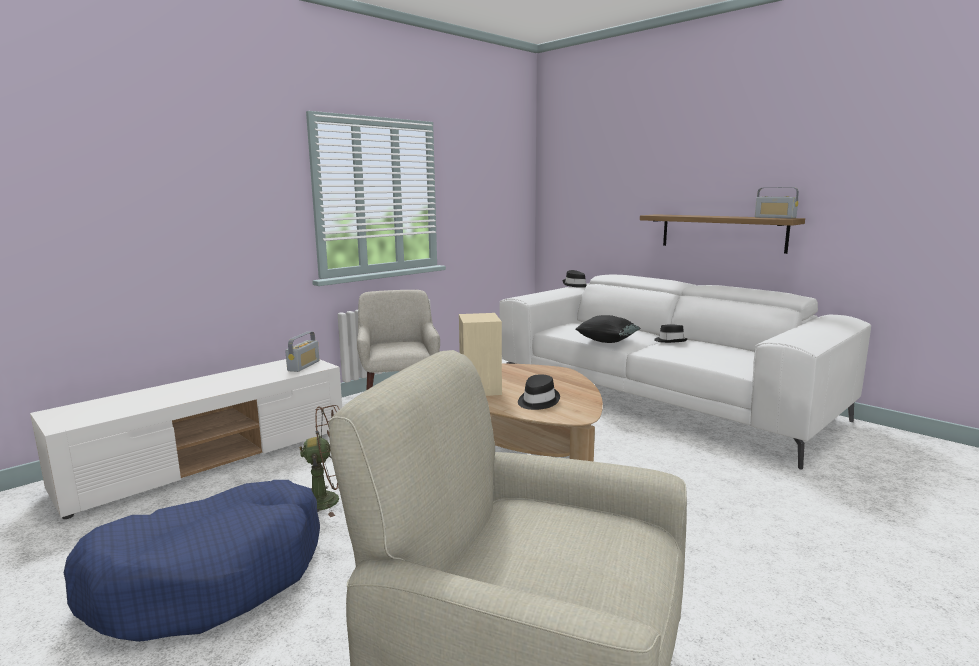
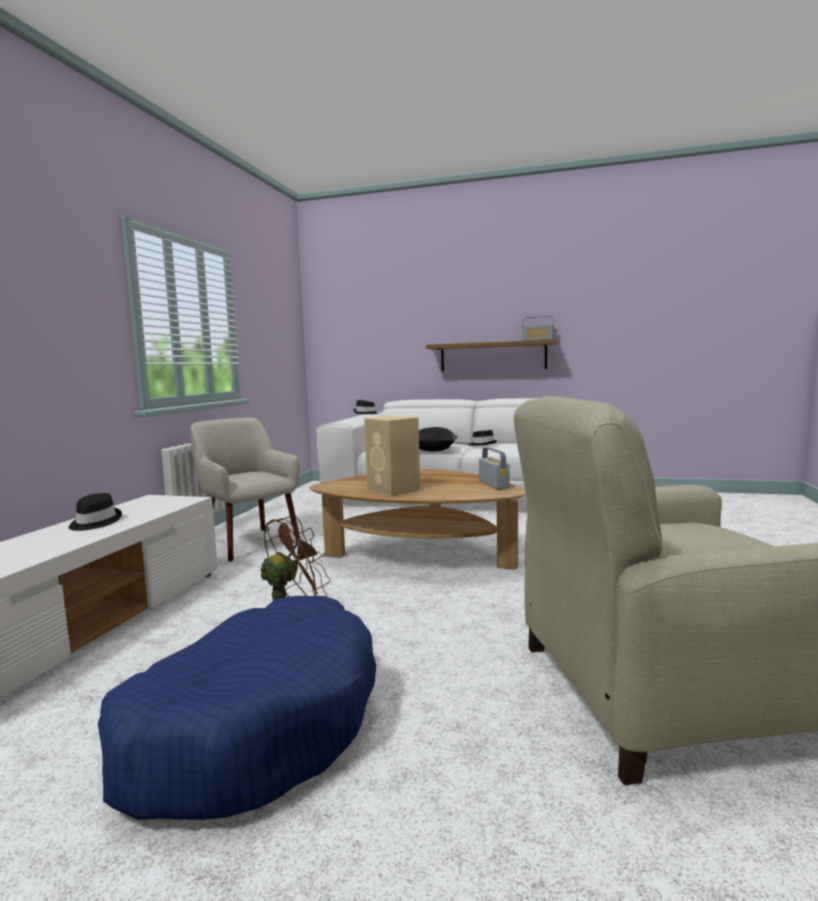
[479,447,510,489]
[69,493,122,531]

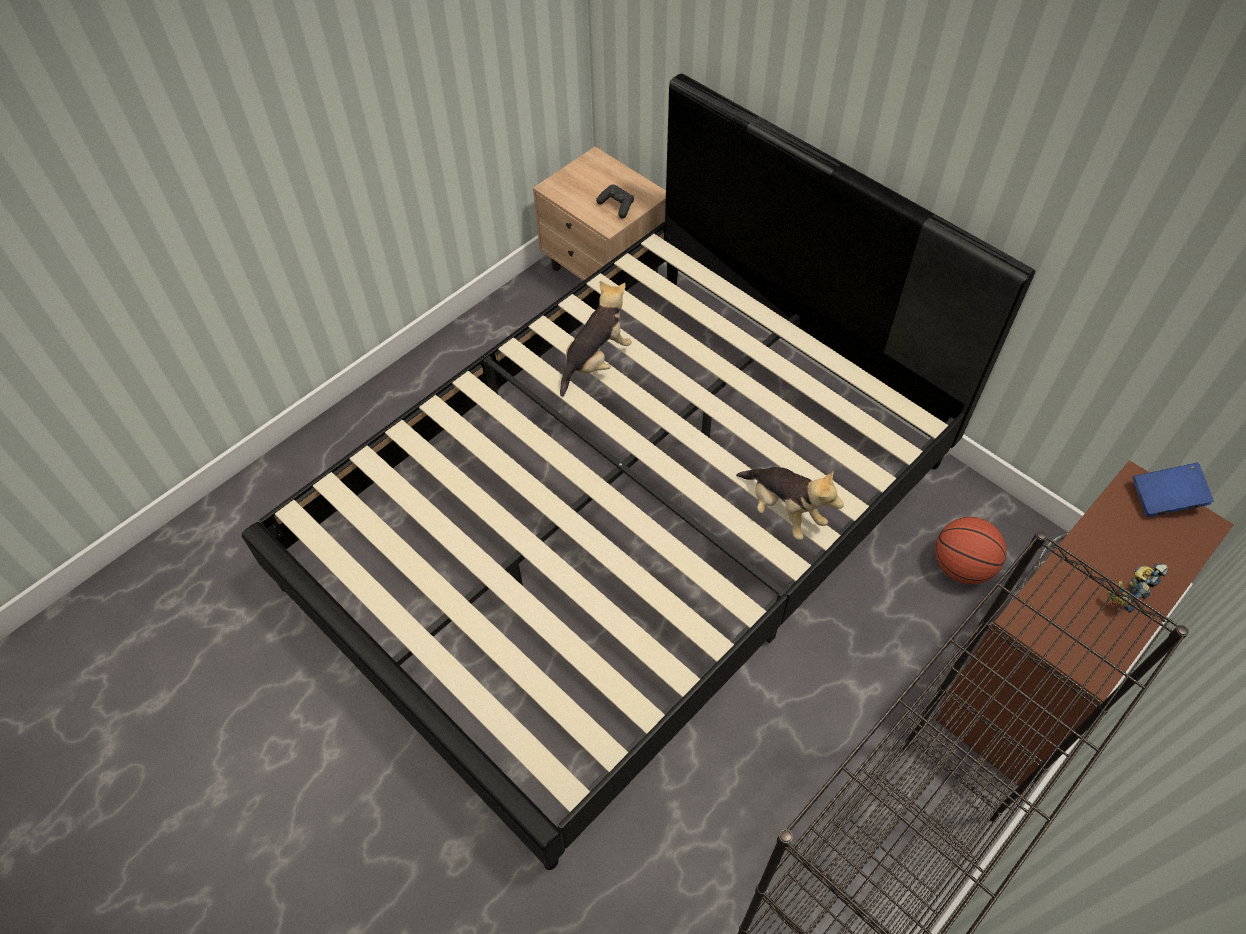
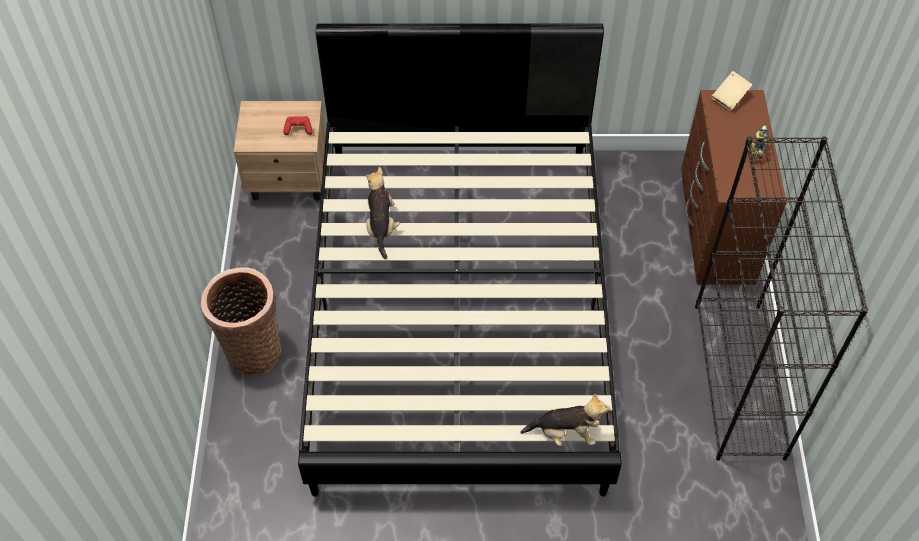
[283,116,313,135]
[711,71,752,111]
[521,393,611,446]
[935,517,1006,584] (first image)
[201,268,281,376]

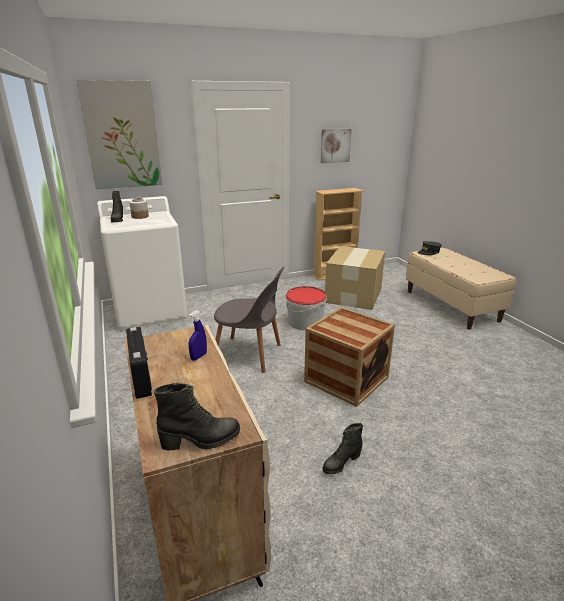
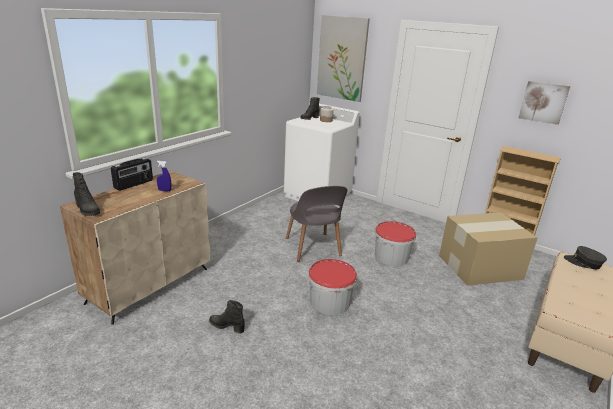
[308,259,357,315]

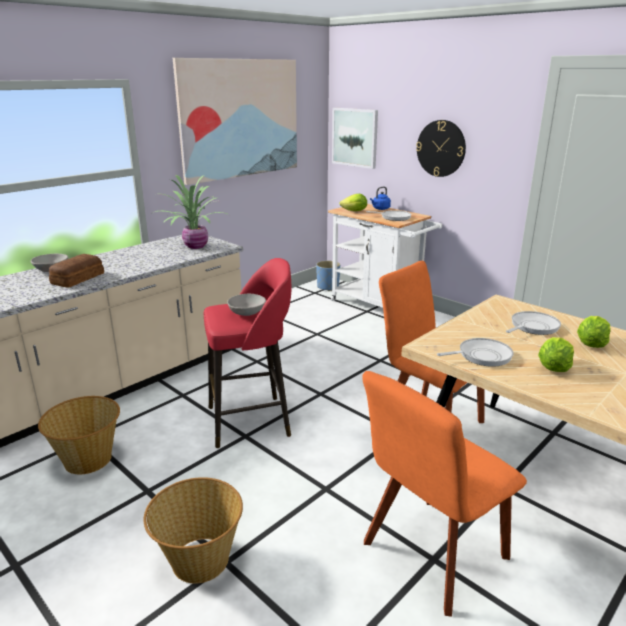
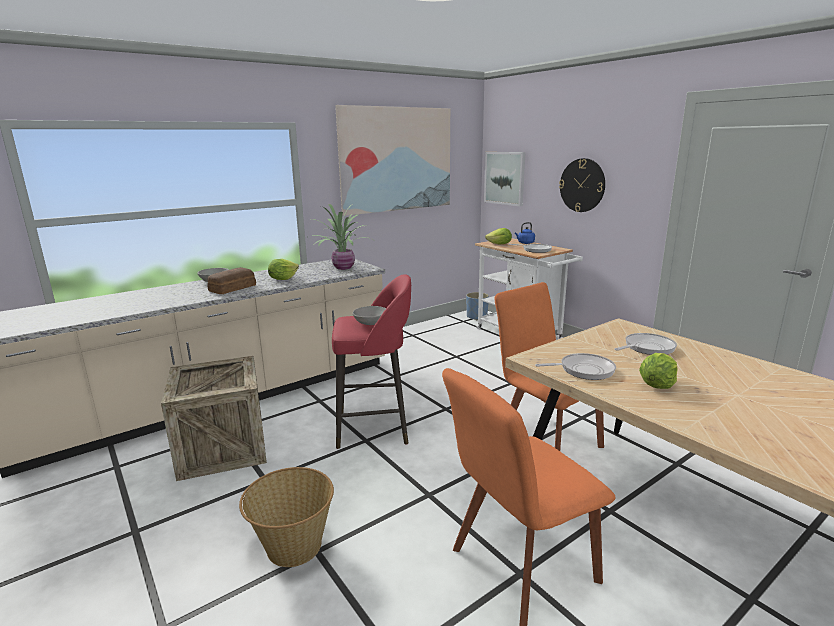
[268,259,299,280]
[161,356,267,481]

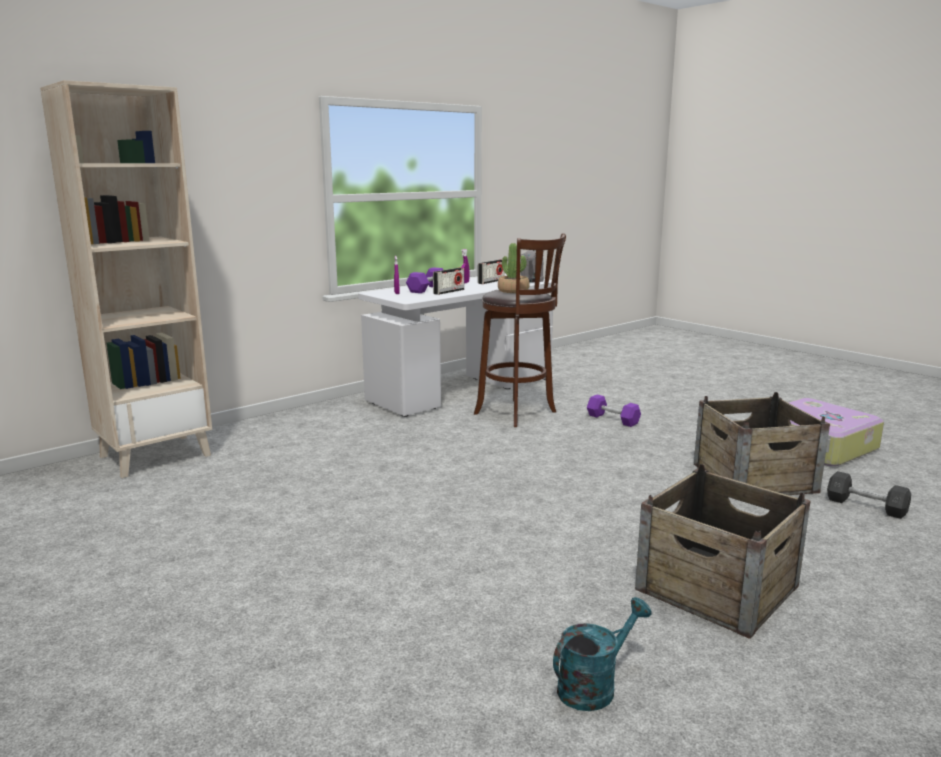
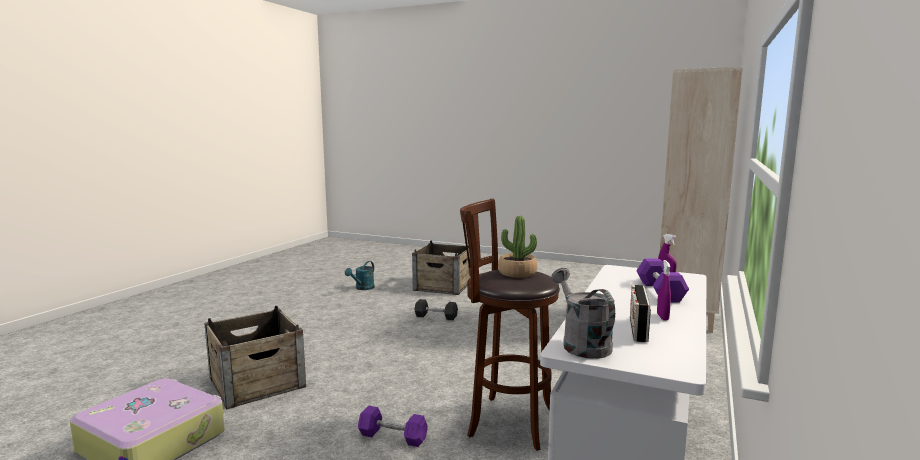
[433,268,464,295] (first image)
[412,241,471,295]
[414,299,458,320]

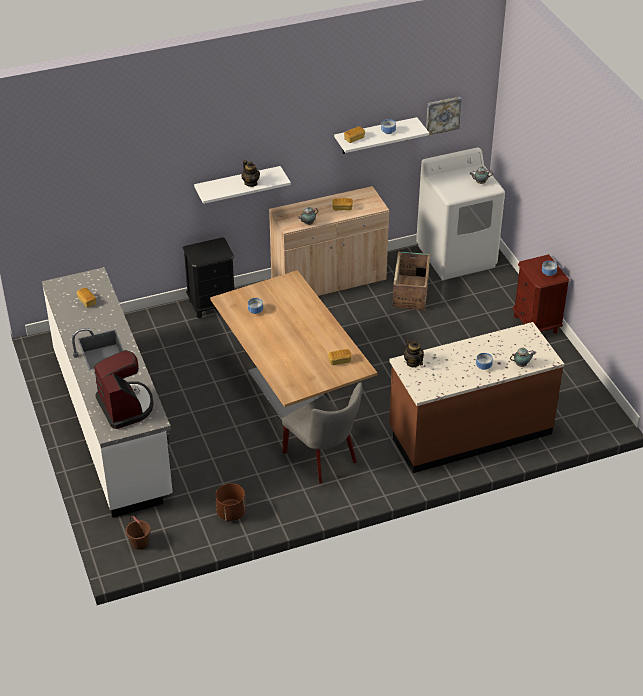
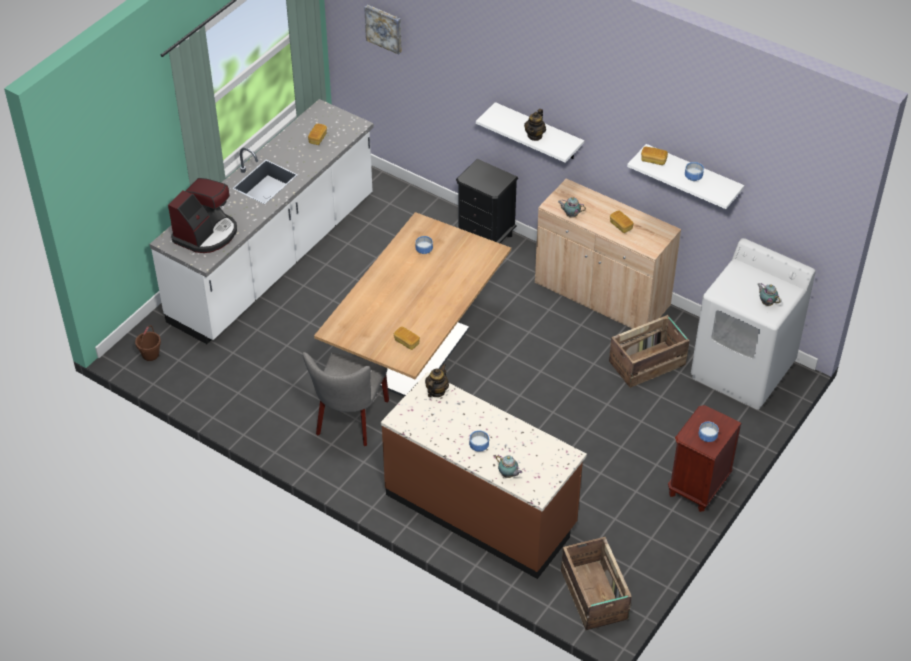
[364,5,402,55]
[215,483,246,521] (first image)
[561,537,632,630]

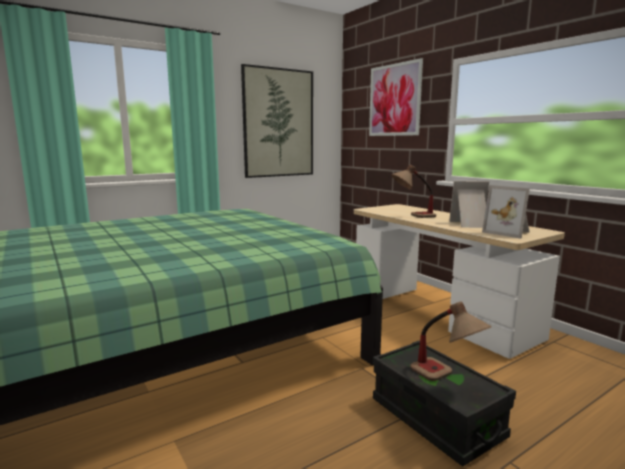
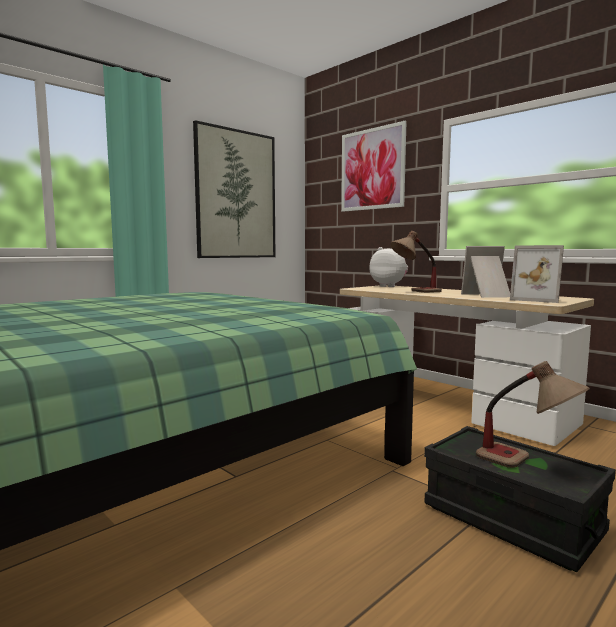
[369,247,408,287]

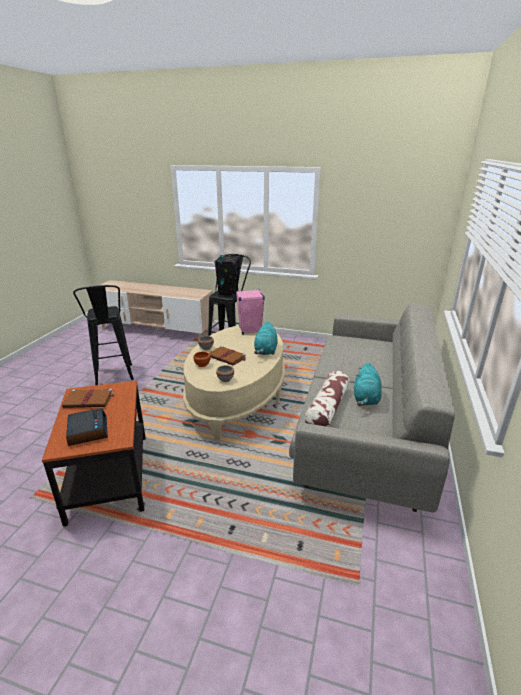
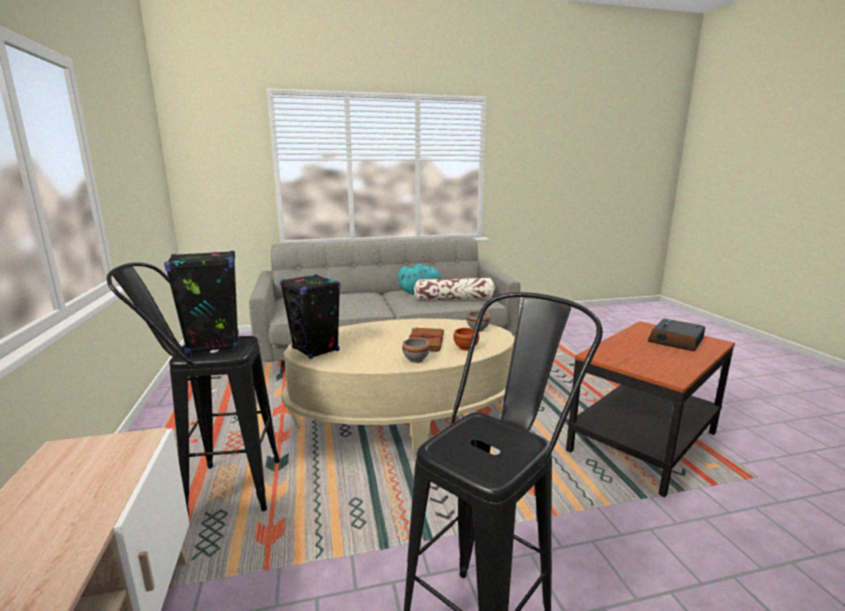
[280,274,340,359]
[254,321,278,355] (first image)
[62,389,115,408] (first image)

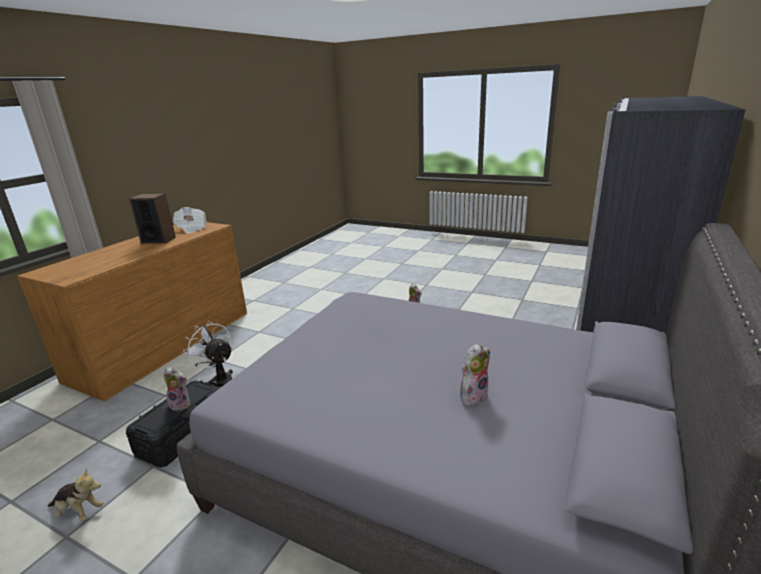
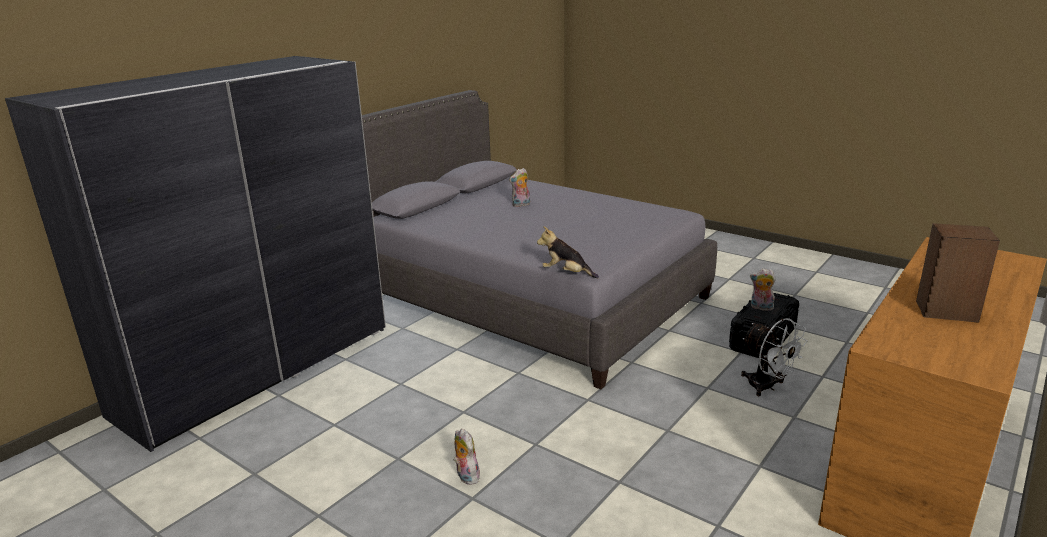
[173,207,206,233] (first image)
[537,226,599,279]

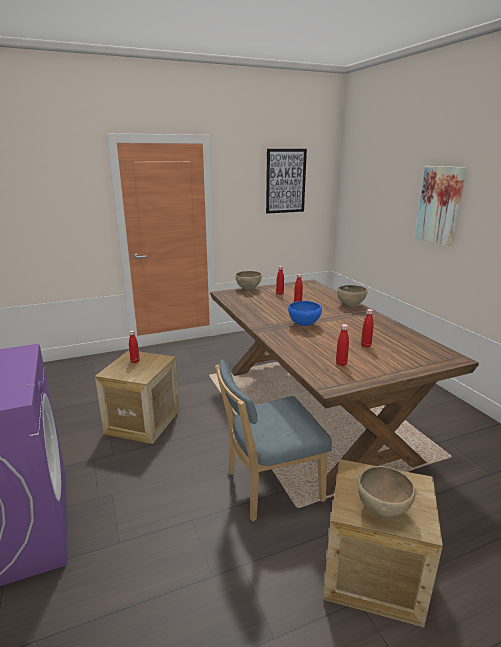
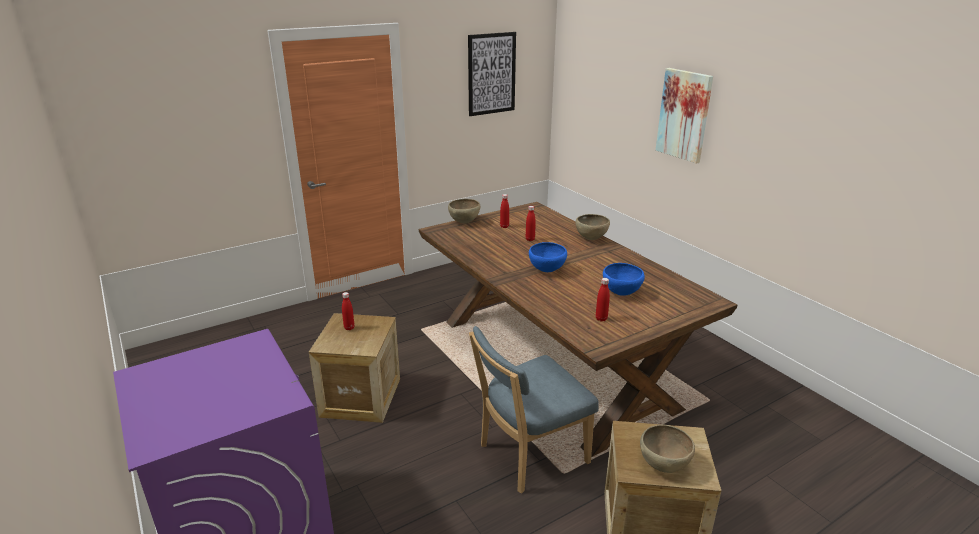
[603,263,645,296]

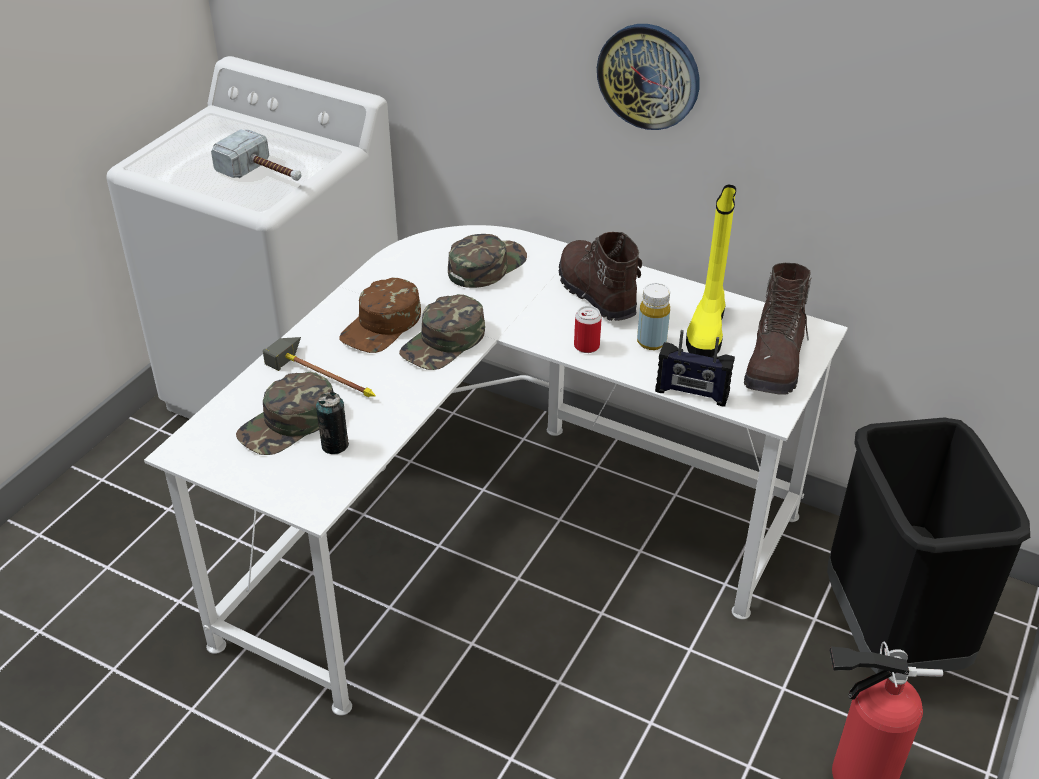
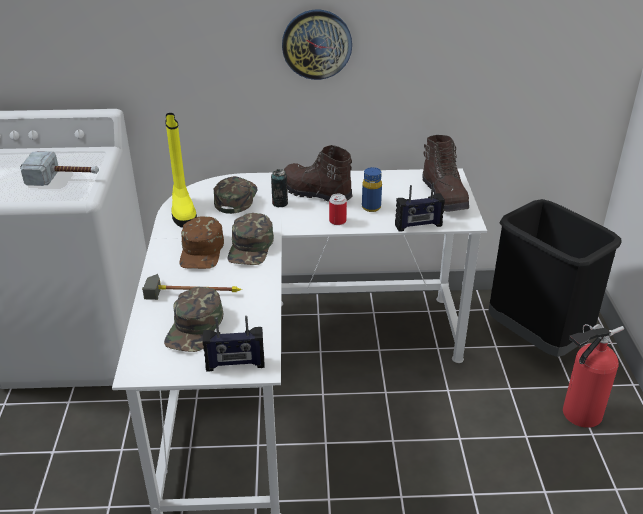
[165,113,197,228]
[362,167,382,212]
[271,169,288,207]
[203,316,265,372]

